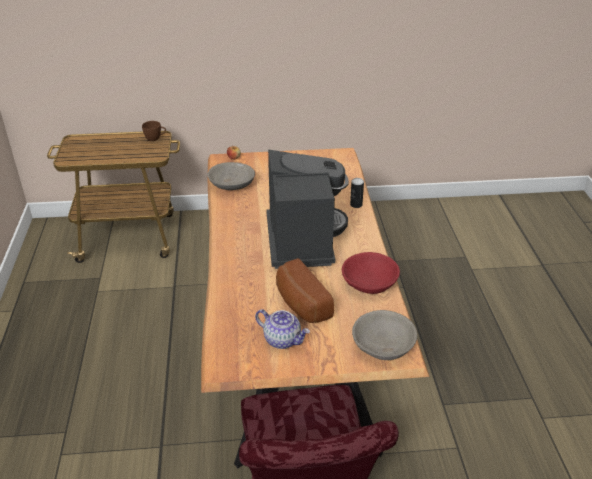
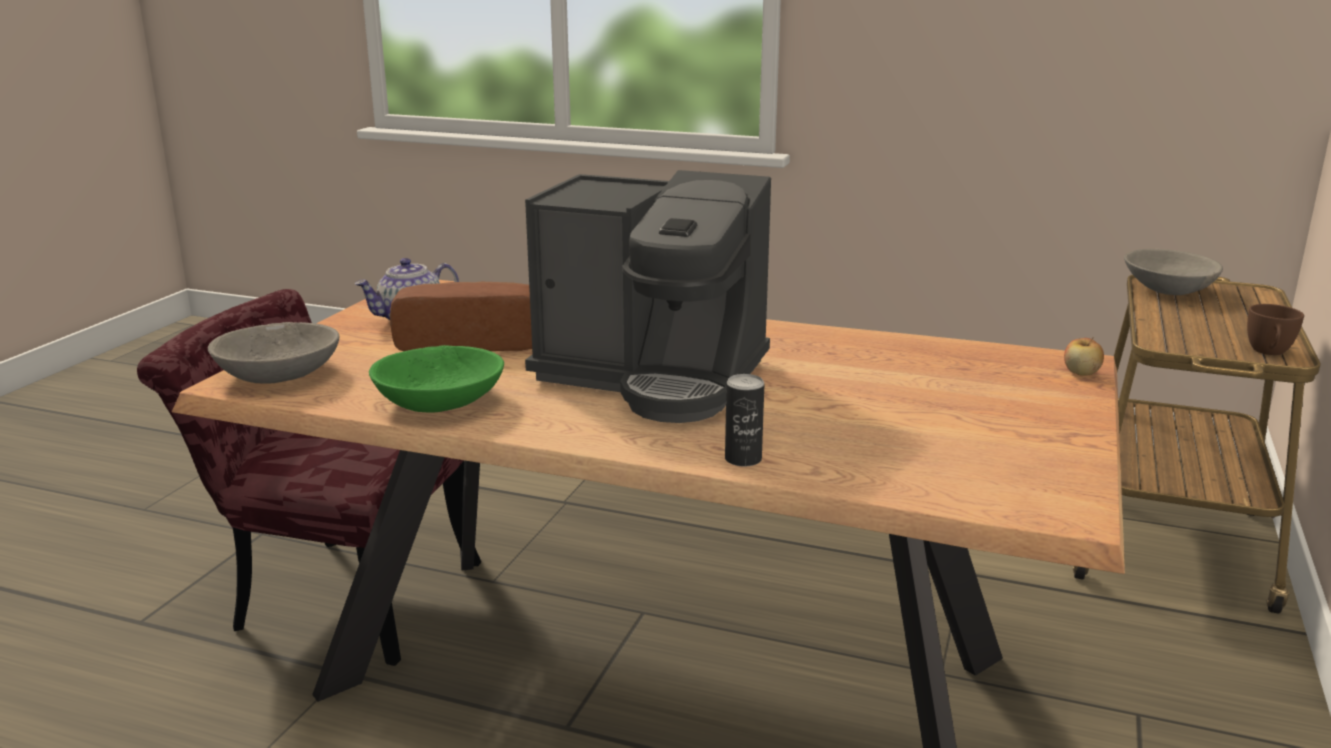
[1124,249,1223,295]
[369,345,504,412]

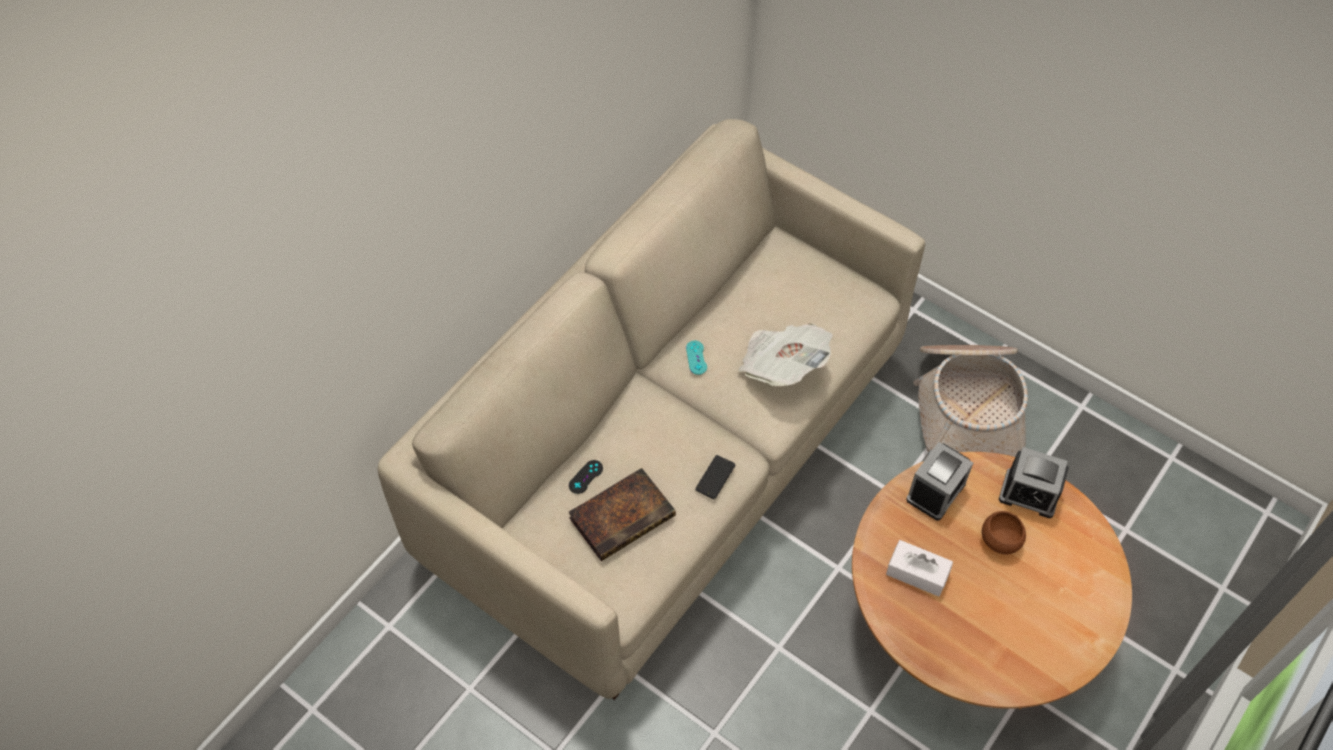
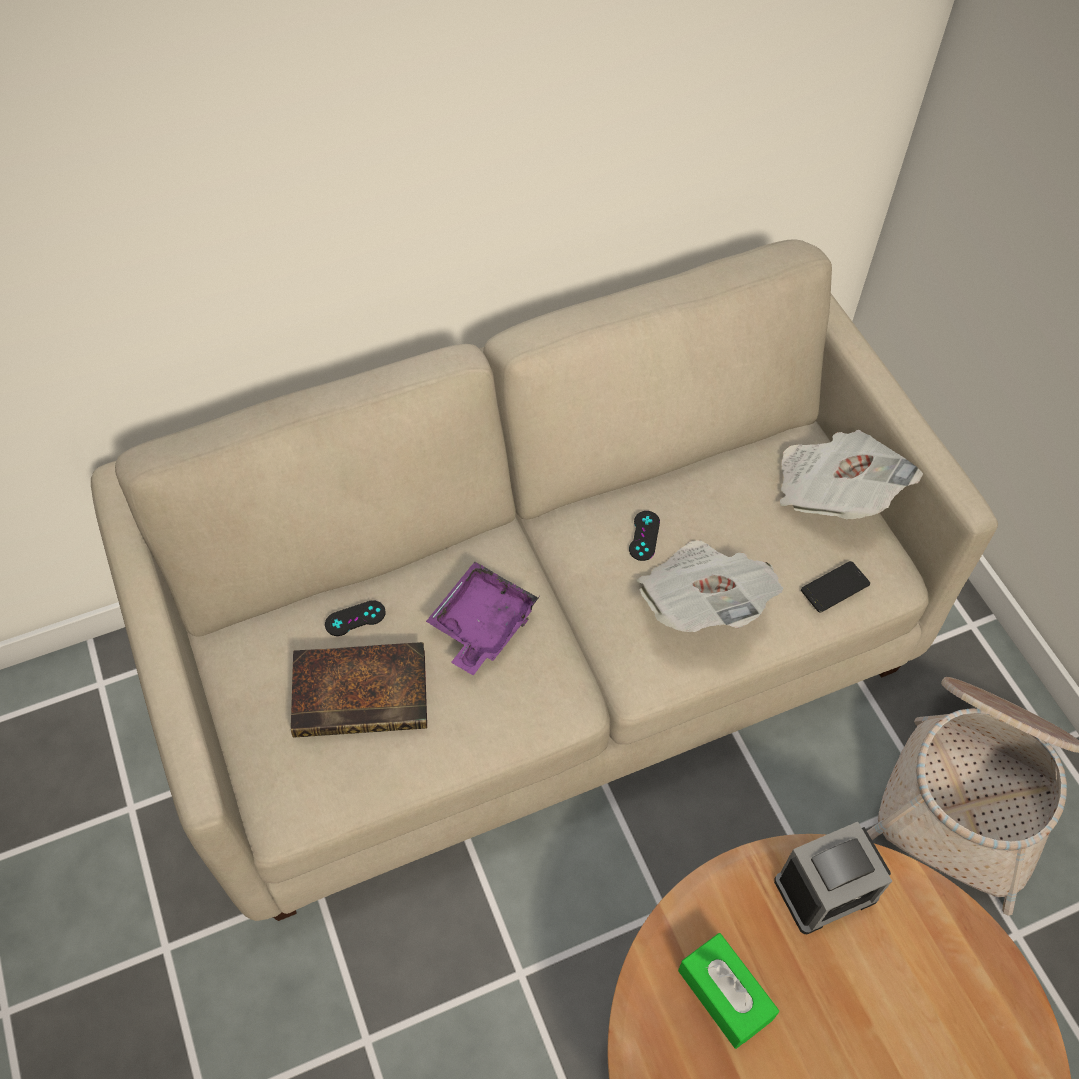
[686,341,707,375] (first image)
[999,447,1069,518] (first image)
[801,561,870,613]
[982,511,1026,554] (first image)
[678,933,779,1049]
[780,430,923,519]
[629,511,660,561]
[426,562,539,675]

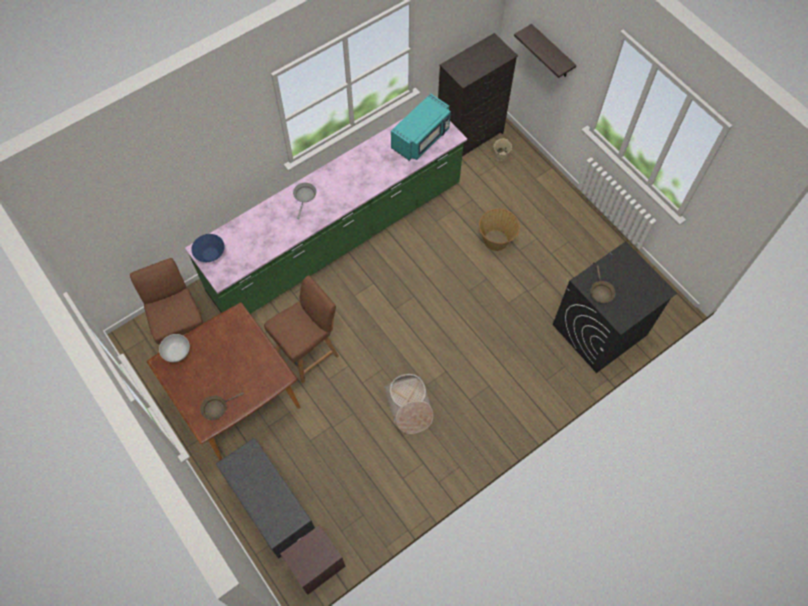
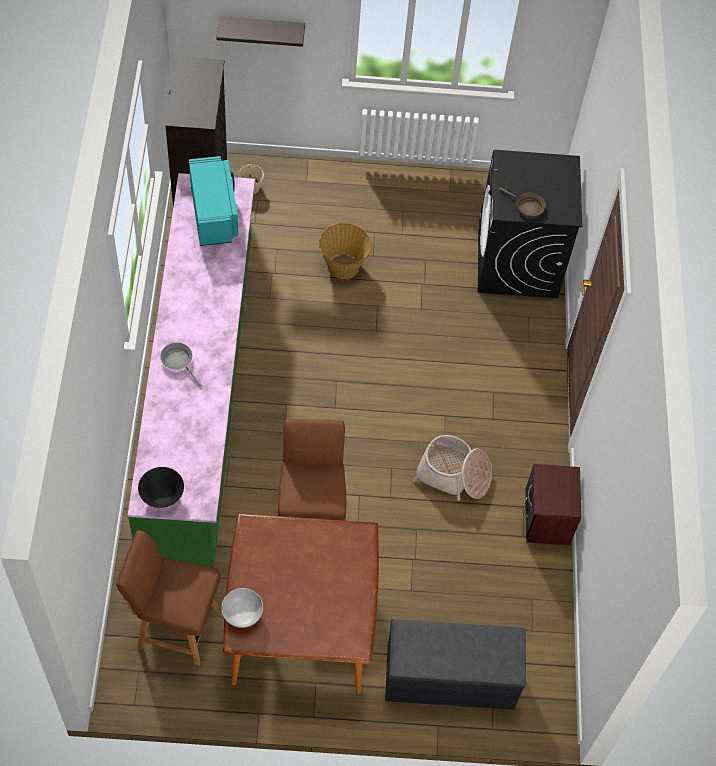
[138,467,184,508]
[200,392,244,420] (first image)
[524,464,582,545]

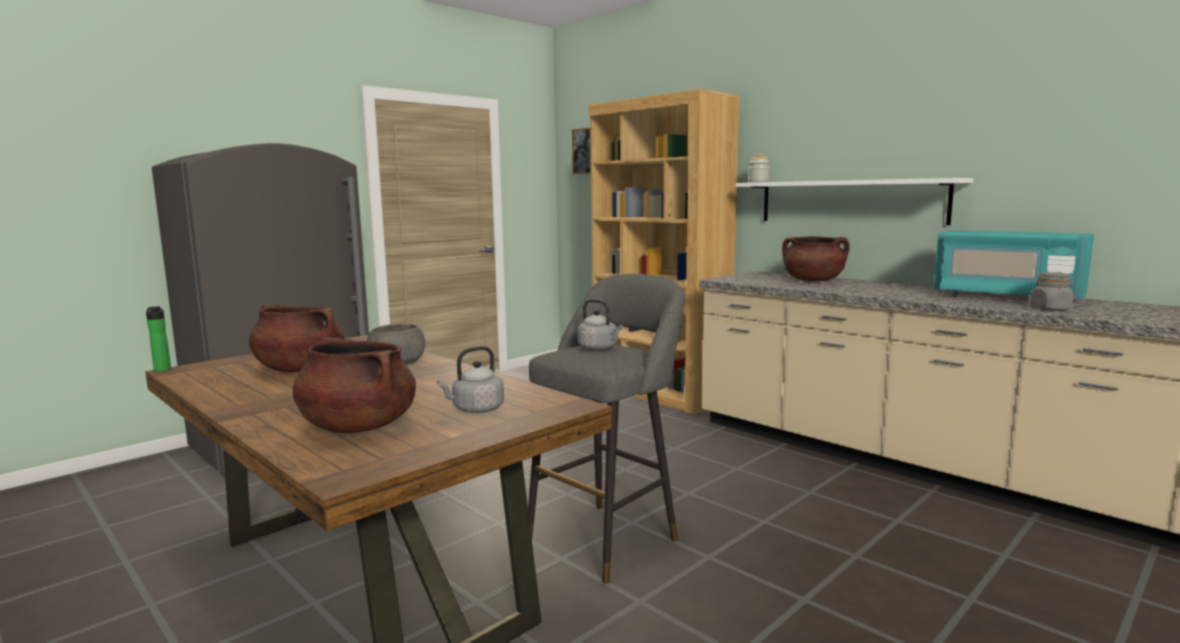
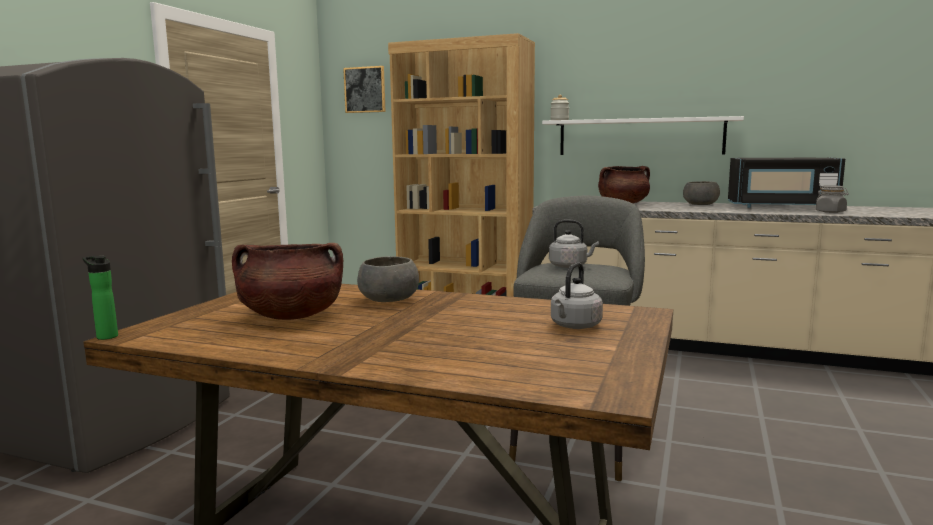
[728,158,845,208]
[293,337,416,433] (first image)
[683,181,720,205]

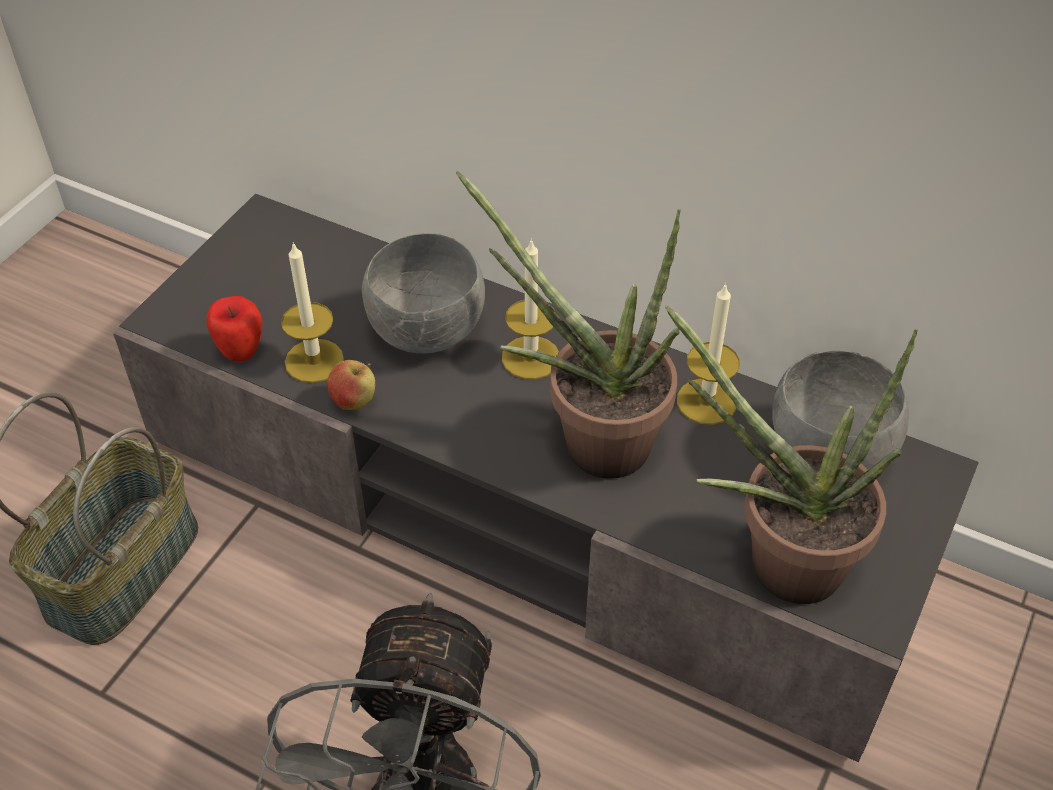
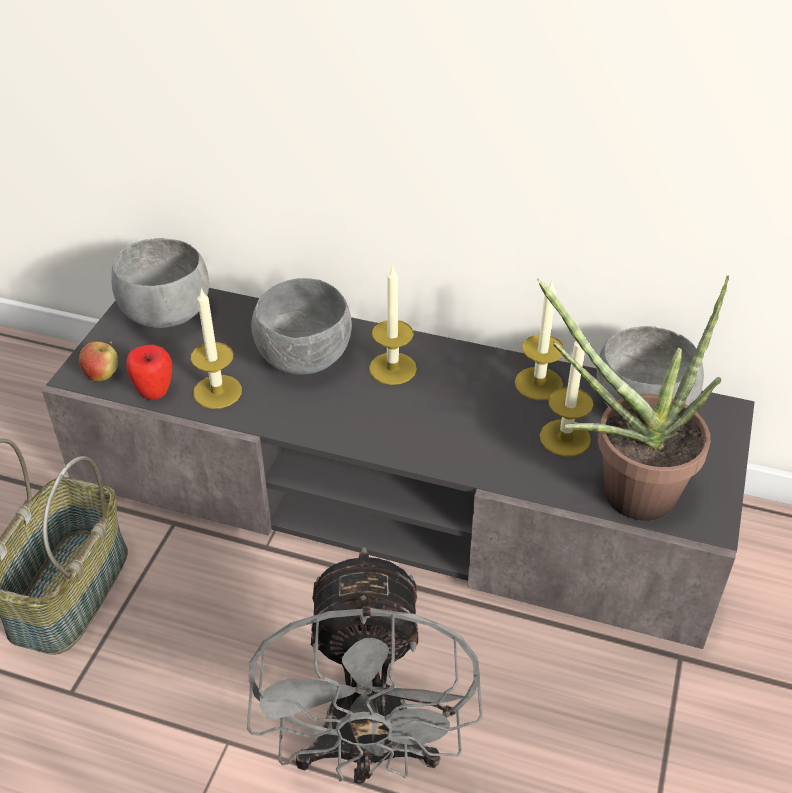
[456,171,681,479] (first image)
[79,342,118,381]
[111,238,209,328]
[540,341,593,456]

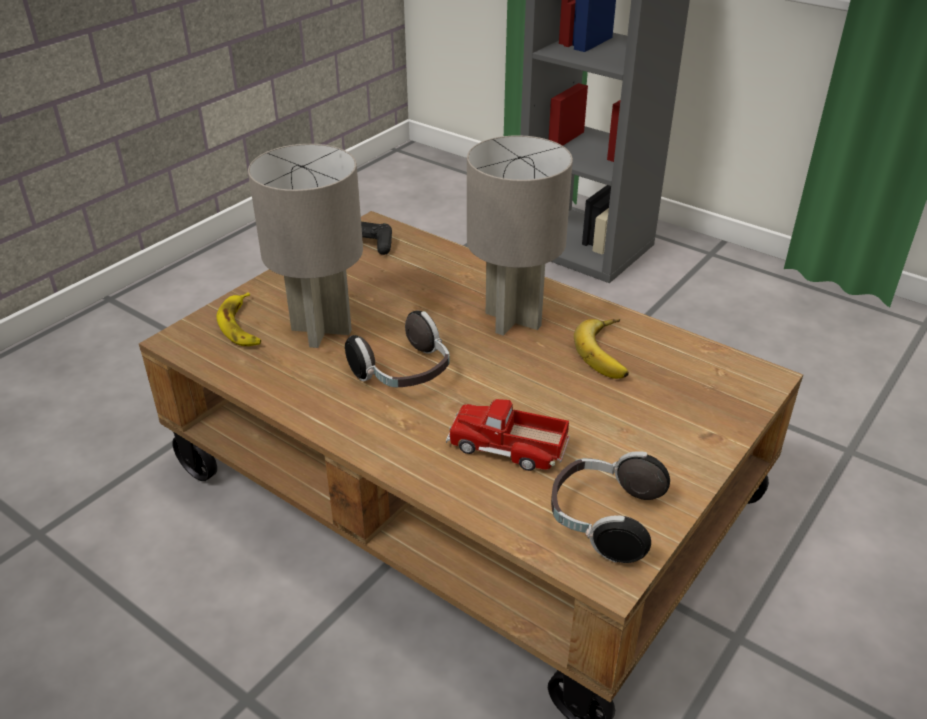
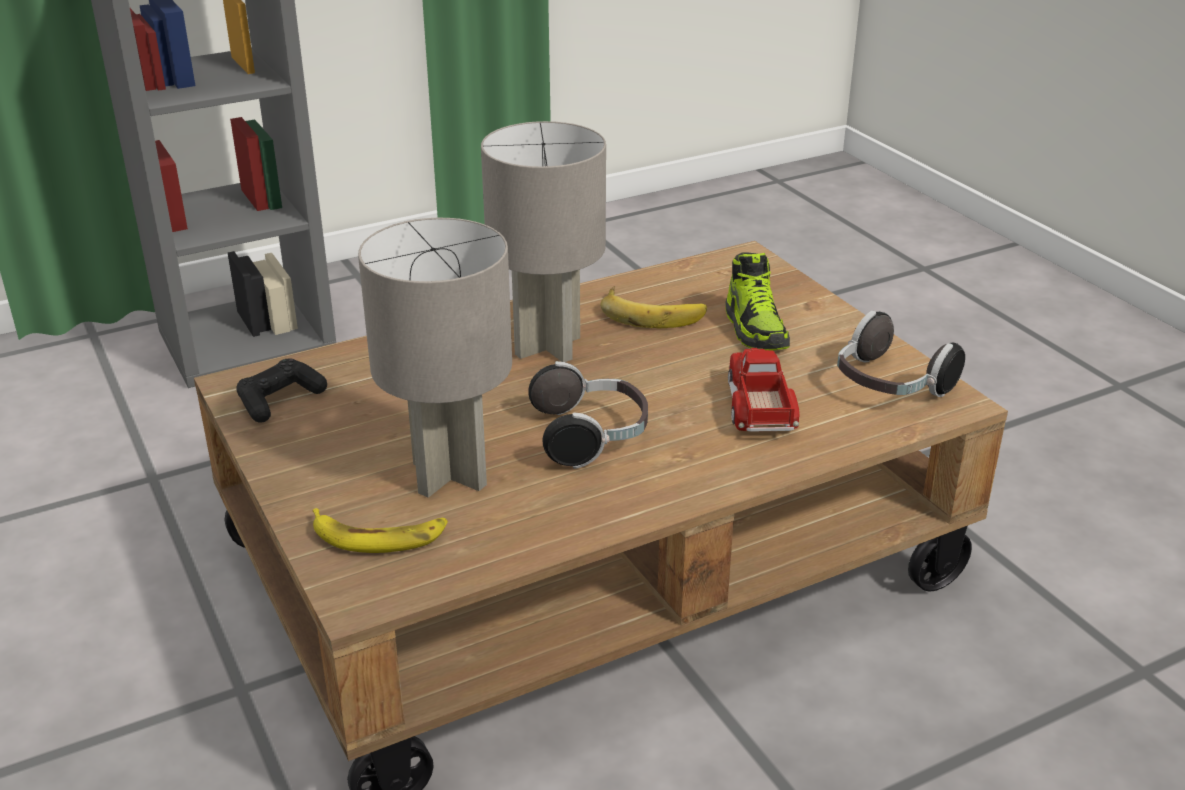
[728,348,800,432]
[725,252,790,350]

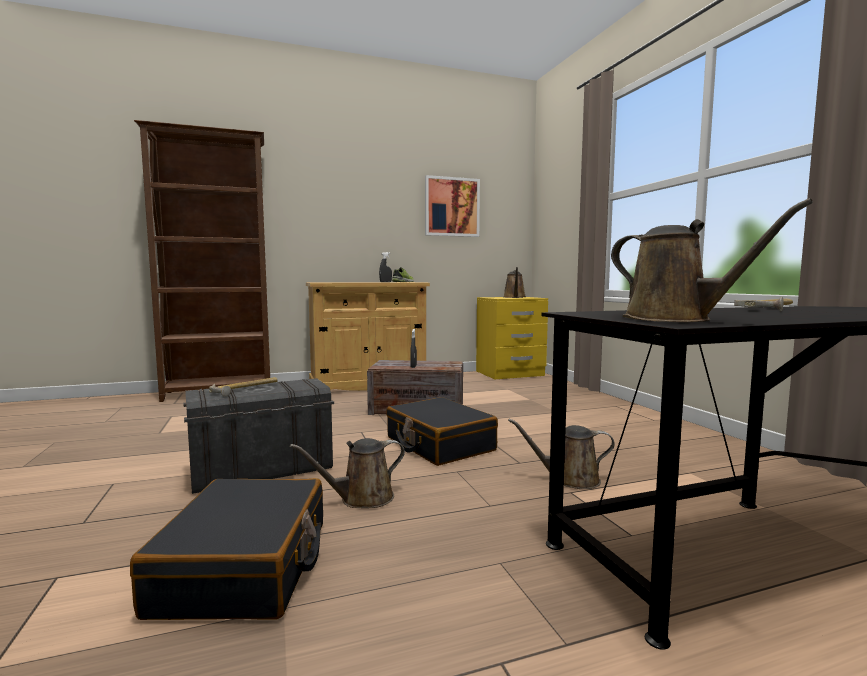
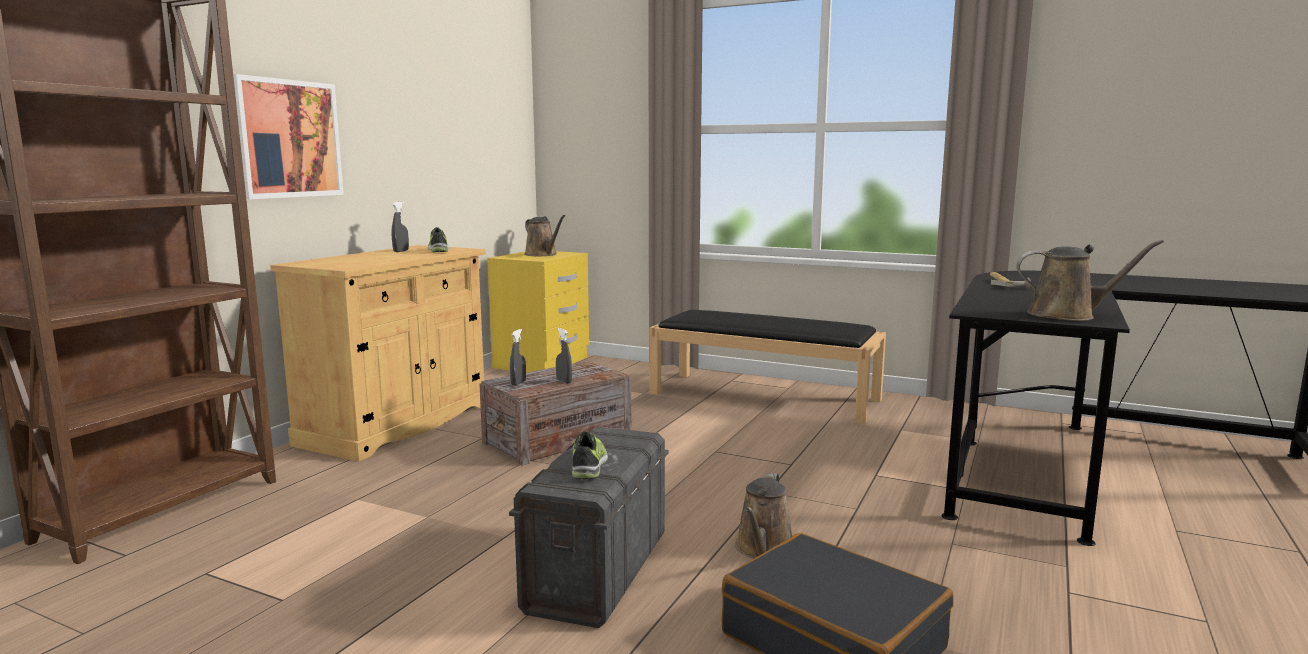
[233,74,344,199]
[572,431,608,479]
[386,397,498,466] (first image)
[508,419,615,489] (first image)
[649,310,886,424]
[510,329,526,386]

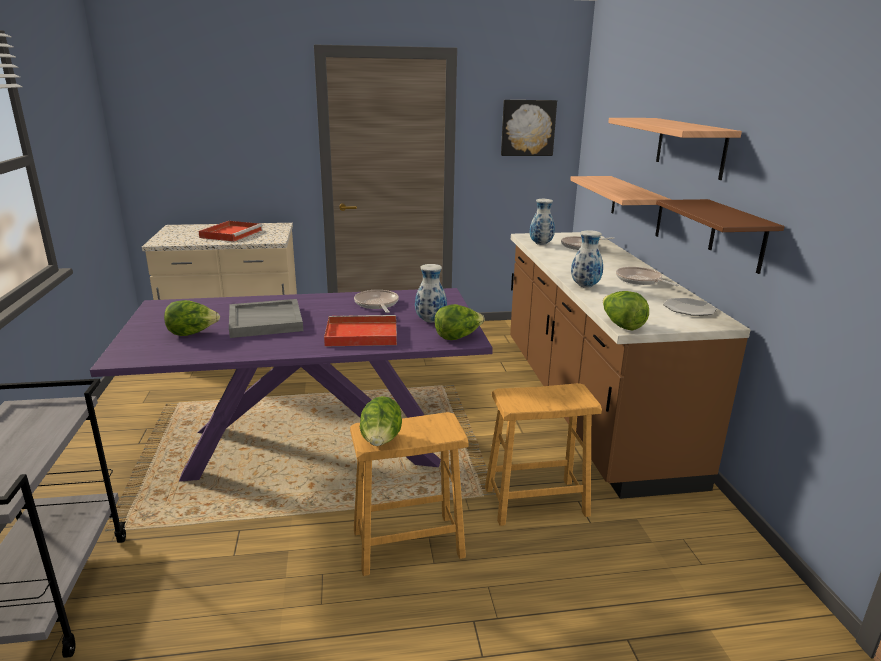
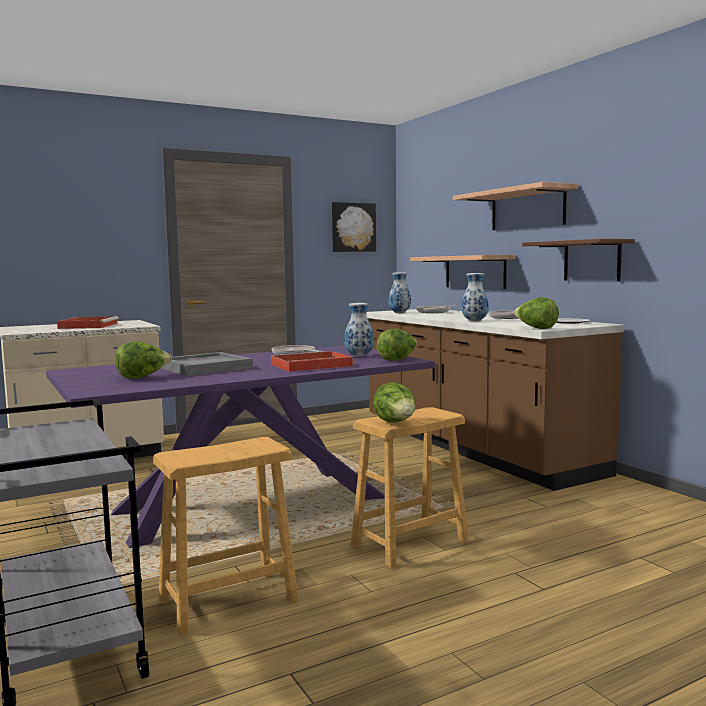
[153,437,299,636]

